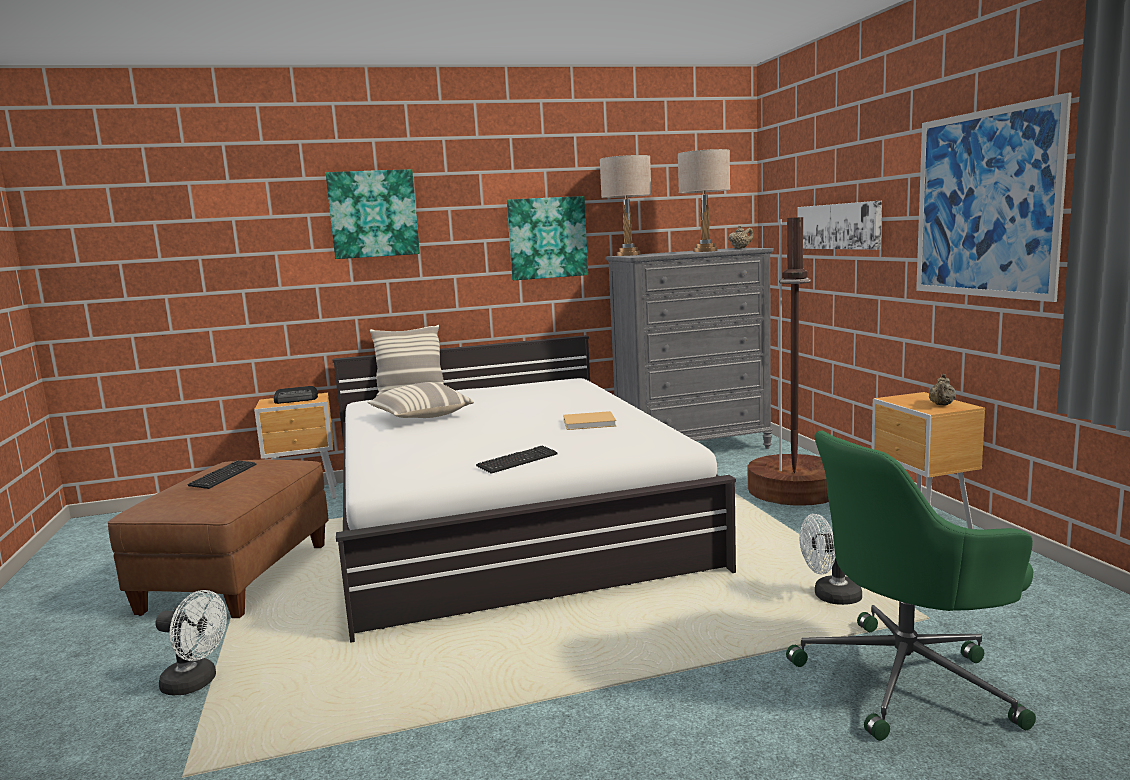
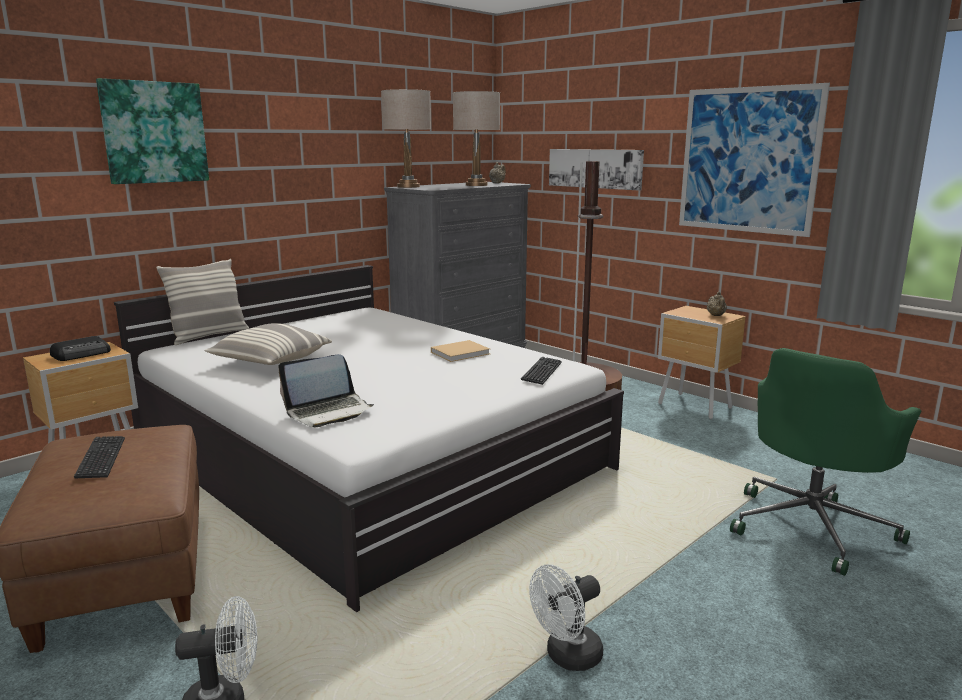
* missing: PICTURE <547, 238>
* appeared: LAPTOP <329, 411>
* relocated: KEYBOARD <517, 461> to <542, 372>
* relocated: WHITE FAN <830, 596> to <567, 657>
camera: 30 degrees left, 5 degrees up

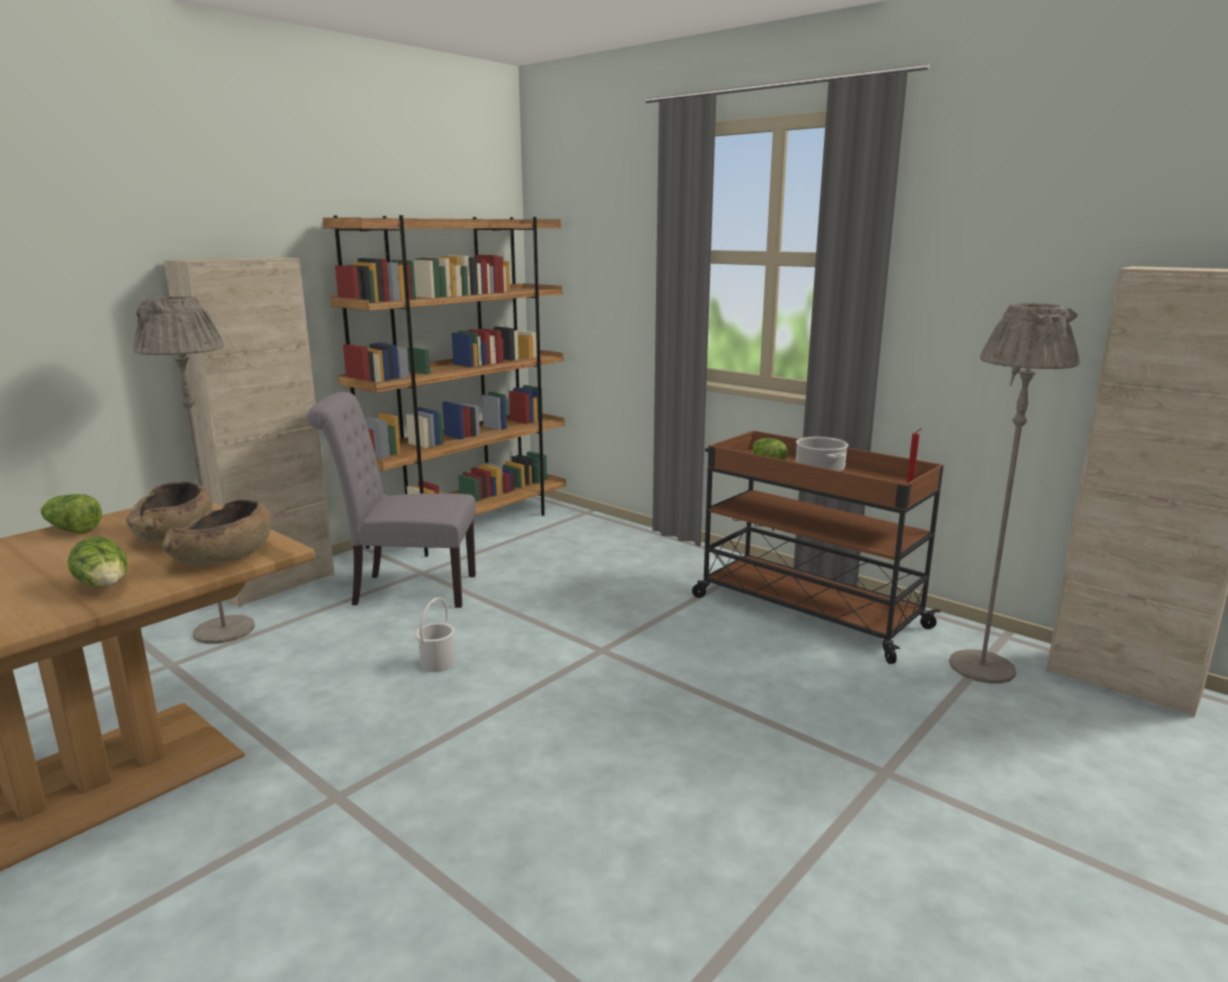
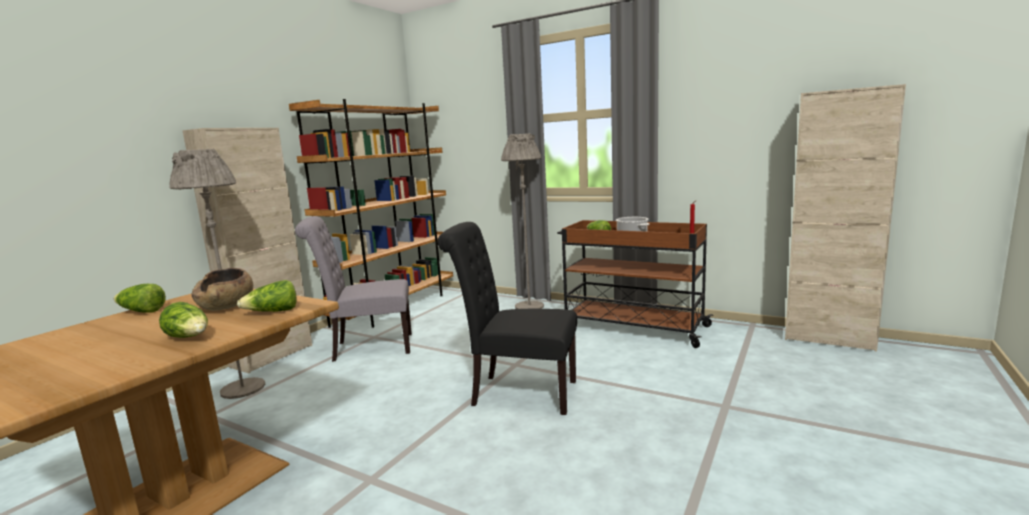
* missing: WHITE BUCKET <436, 664>
* appeared: BLACK CHAIR <517, 393>
* relocated: GREY FLOOR LAMP <981, 667> to <529, 306>
* exchanged: BROWN BOWL <223, 557> to LETTUCE <273, 312>
camera: 10 degrees left, 5 degrees down

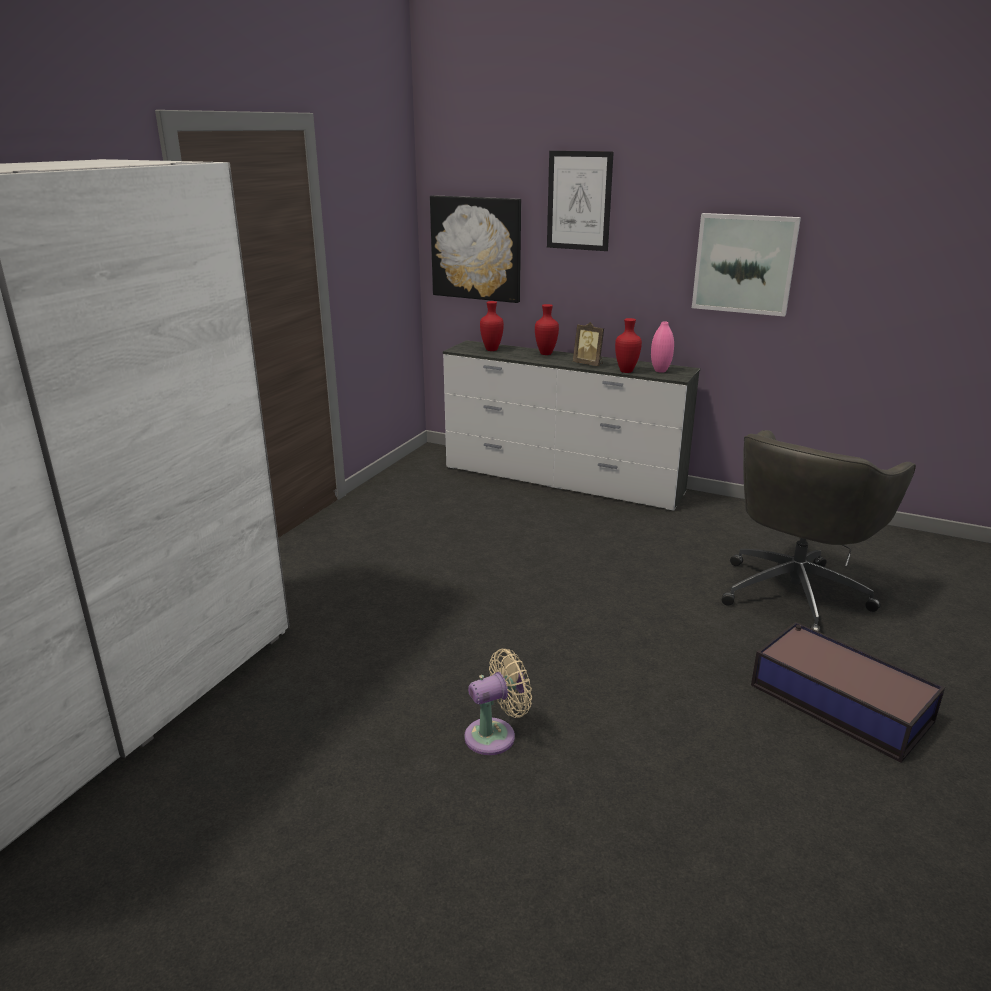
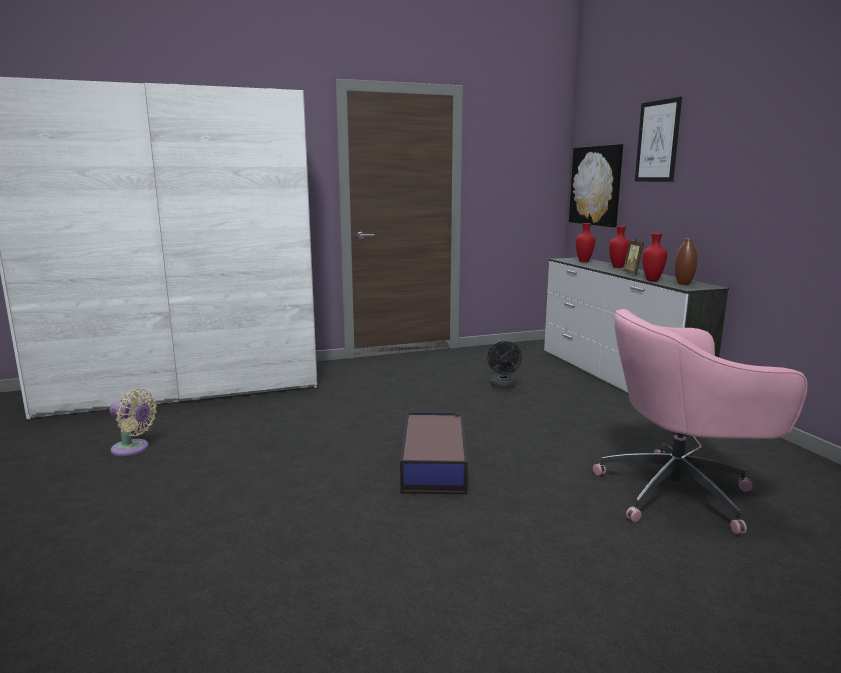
* missing: PICTURE <744, 264>
* appeared: BLACK FAN <503, 386>
* relocated: BEIGE FAN <495, 735> to <133, 449>
* relocated: STORAGE BOX <838, 701> to <434, 463>
* colour: PINK VASE <660, 371> to BROWN VASE <683, 284>
* colour: GREY OFFICE CHAIR <795, 592> to PINK OFFICE CHAIR <679, 493>
camera: 45 degrees right, 10 degrees down

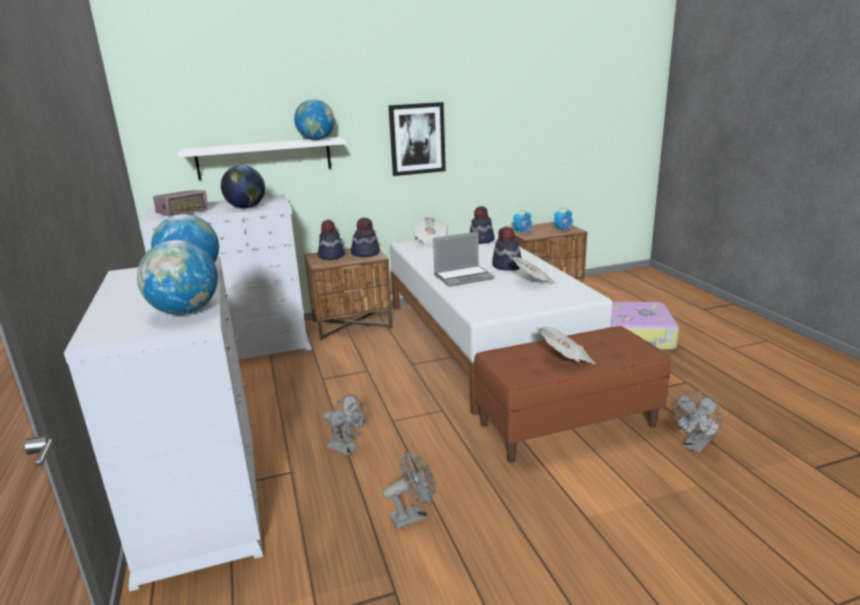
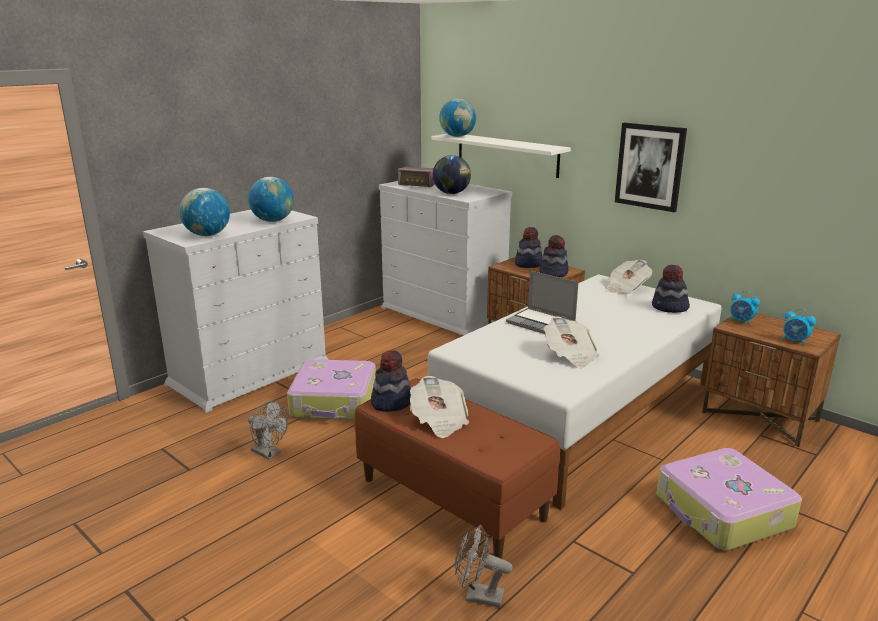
* relocated: GLOBE <316, 140> to <457, 136>
* relocated: HAT <506, 266> to <391, 402>
* exchanged: GREY FAN <347, 449> to SUITCASE <334, 402>
camera: 60 degrees right, 0 degrees up

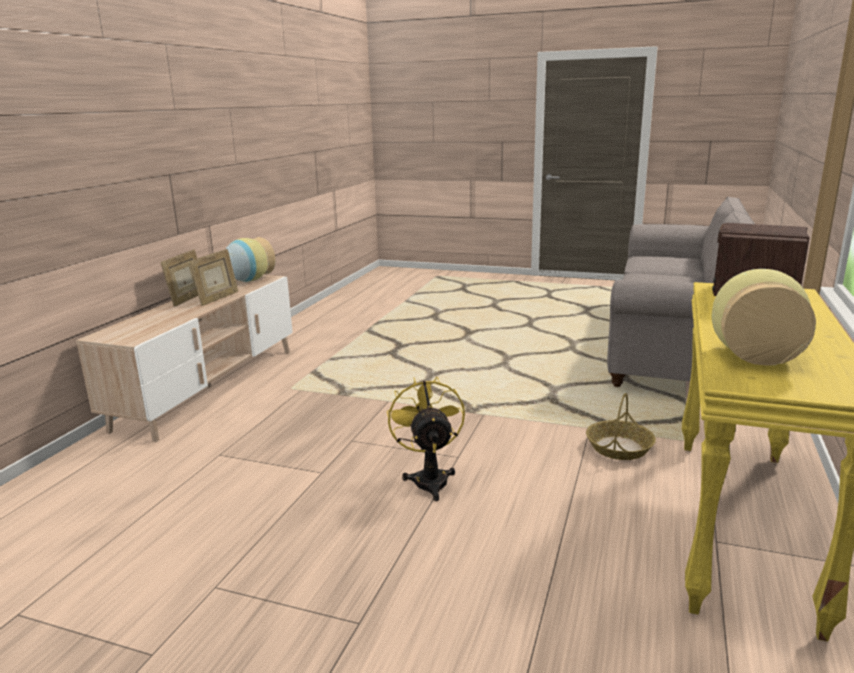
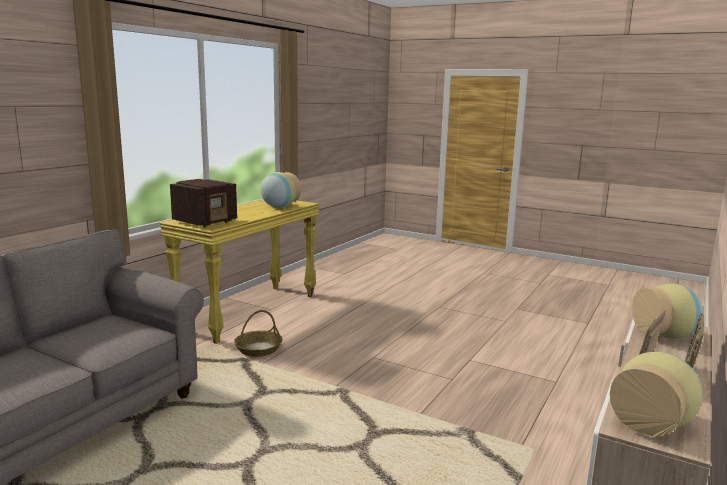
* missing: YELLOW FAN <429, 478>
* appeared: VASE <666, 336>
camera: 170 degrees left, 5 degrees down

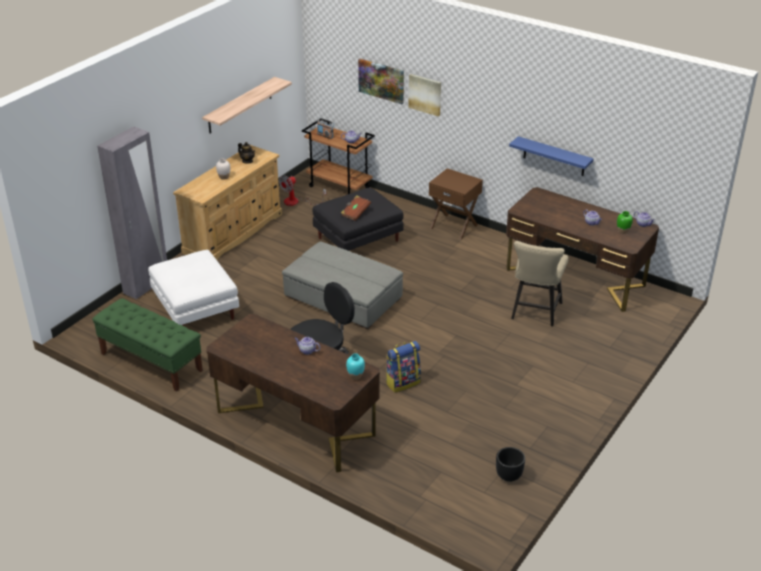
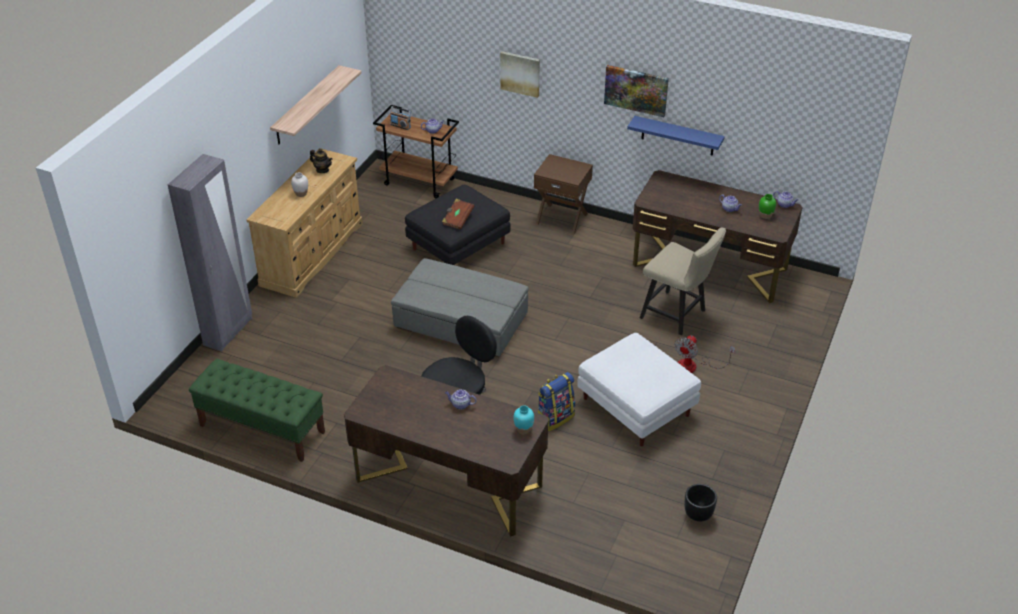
* relocated: WHITE OTTOMAN <196, 309> to <637, 407>
* relocated: FAN <297, 202> to <694, 366>
* relocated: PICTURE <381, 80> to <636, 90>
* spun: BEIGE CHAIR <535, 313> = <677, 315> 60 degrees counterclockwise
camera: 10 degrees left, 5 degrees up

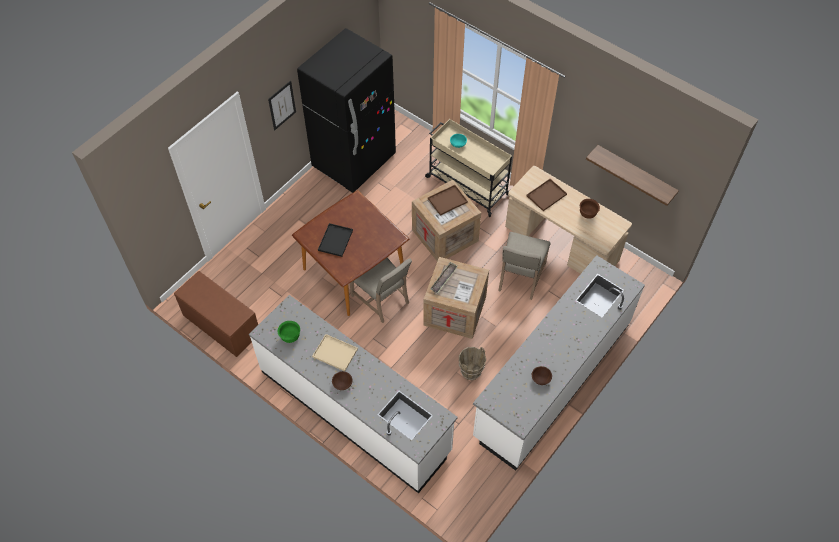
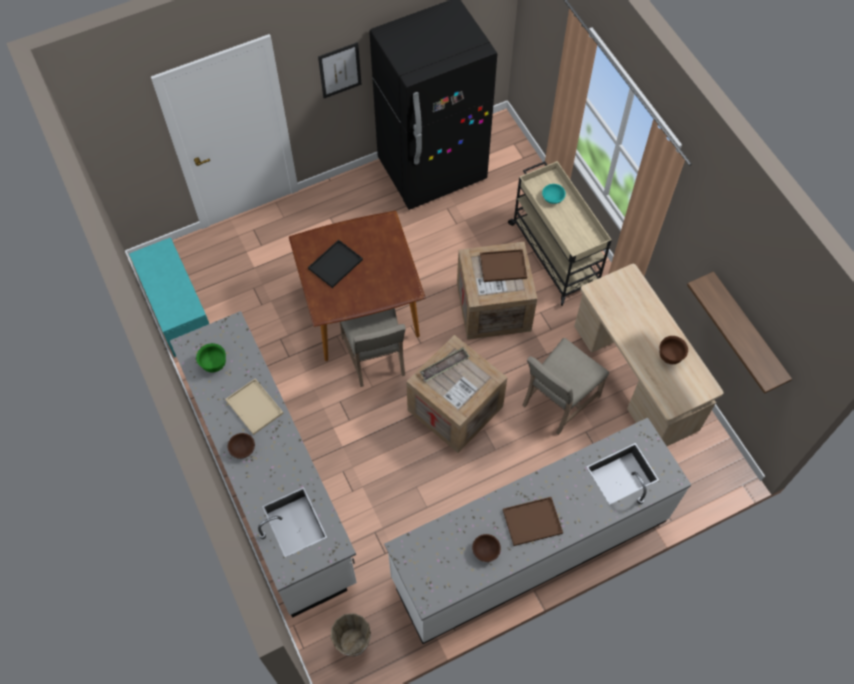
* relocated: BROWN BUCKET <470, 372> to <353, 642>
* relocated: BROWN TRAY <546, 196> to <531, 522>
* colour: BROWN BENCH <220, 324> to TURQUOISE BENCH <177, 310>
camera: 25 degrees right, 5 degrees up

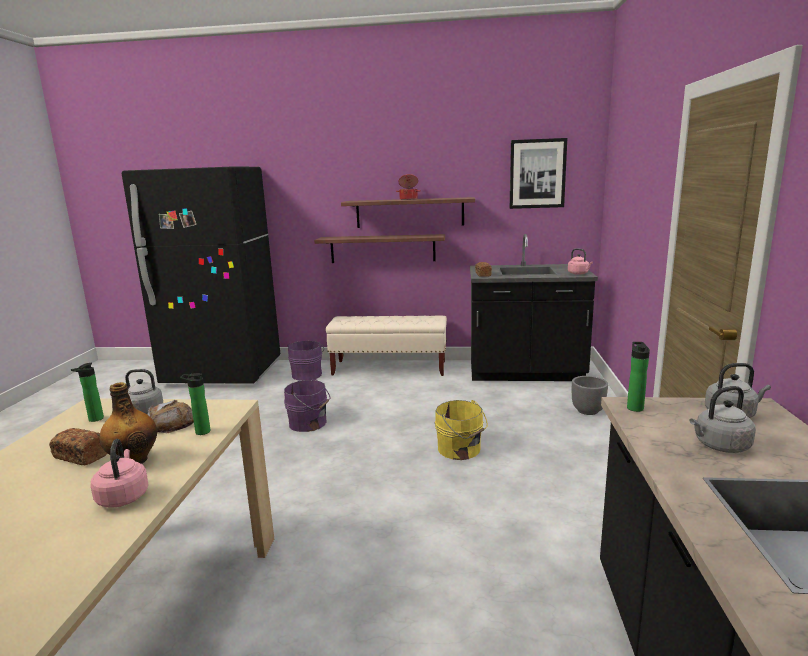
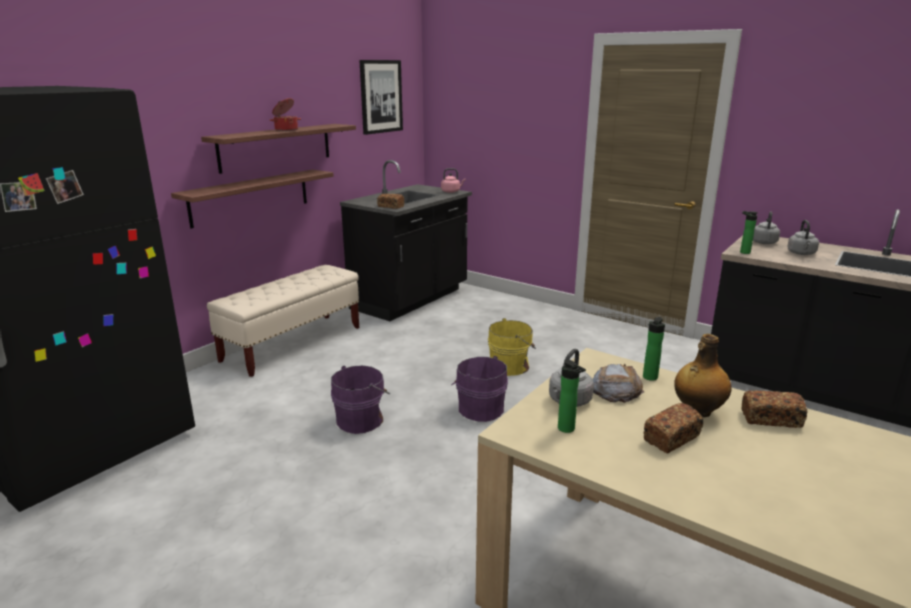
* missing: GREY PLANTER <587, 411>
* relocated: PURPLE BUCKET <307, 374> to <479, 408>
* exchanged: PINK KETTLE <123, 496> to BREAD <771, 419>
camera: 60 degrees left, 5 degrees up

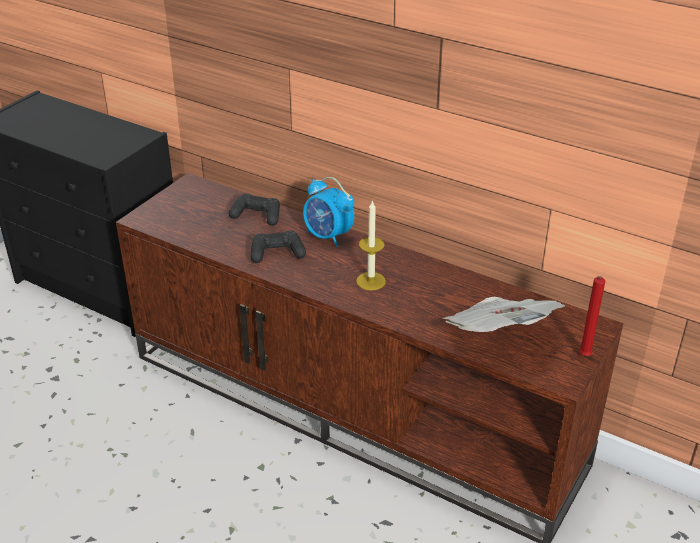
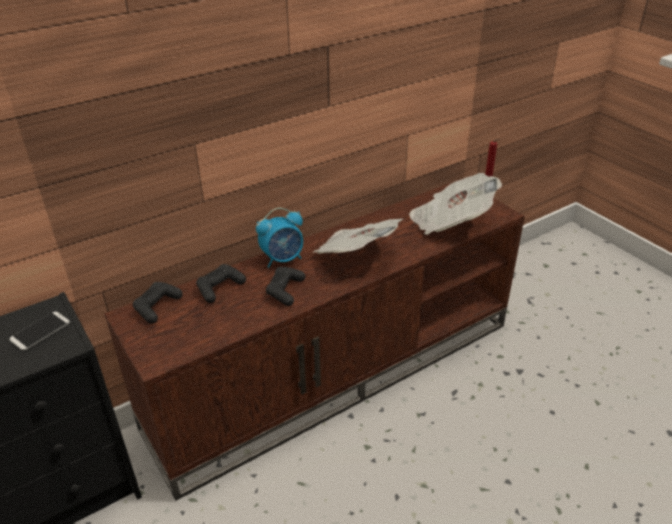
* appeared: PHONE <40, 331>
* appeared: BLACK GAME CONTROLLER <157, 307>
* exchanged: CANDLE <371, 281> to NEWSPAPER <356, 255>
camera: 65 degrees left, 0 degrees up

